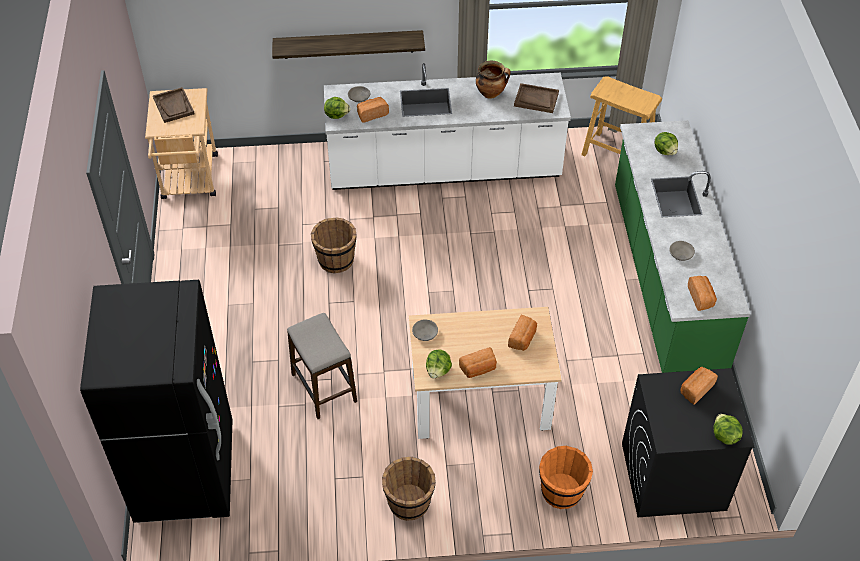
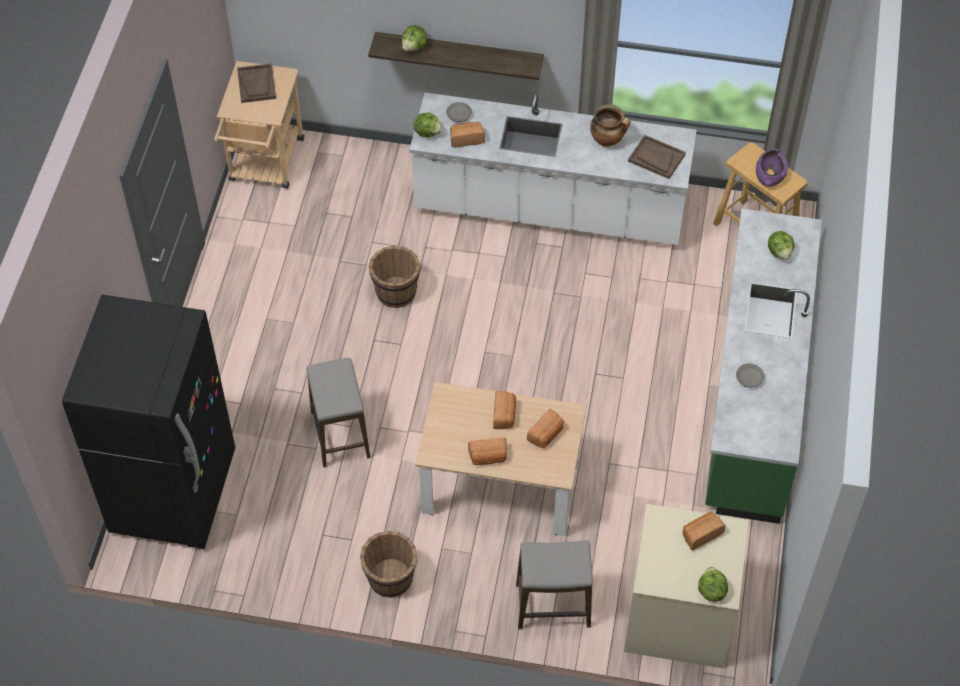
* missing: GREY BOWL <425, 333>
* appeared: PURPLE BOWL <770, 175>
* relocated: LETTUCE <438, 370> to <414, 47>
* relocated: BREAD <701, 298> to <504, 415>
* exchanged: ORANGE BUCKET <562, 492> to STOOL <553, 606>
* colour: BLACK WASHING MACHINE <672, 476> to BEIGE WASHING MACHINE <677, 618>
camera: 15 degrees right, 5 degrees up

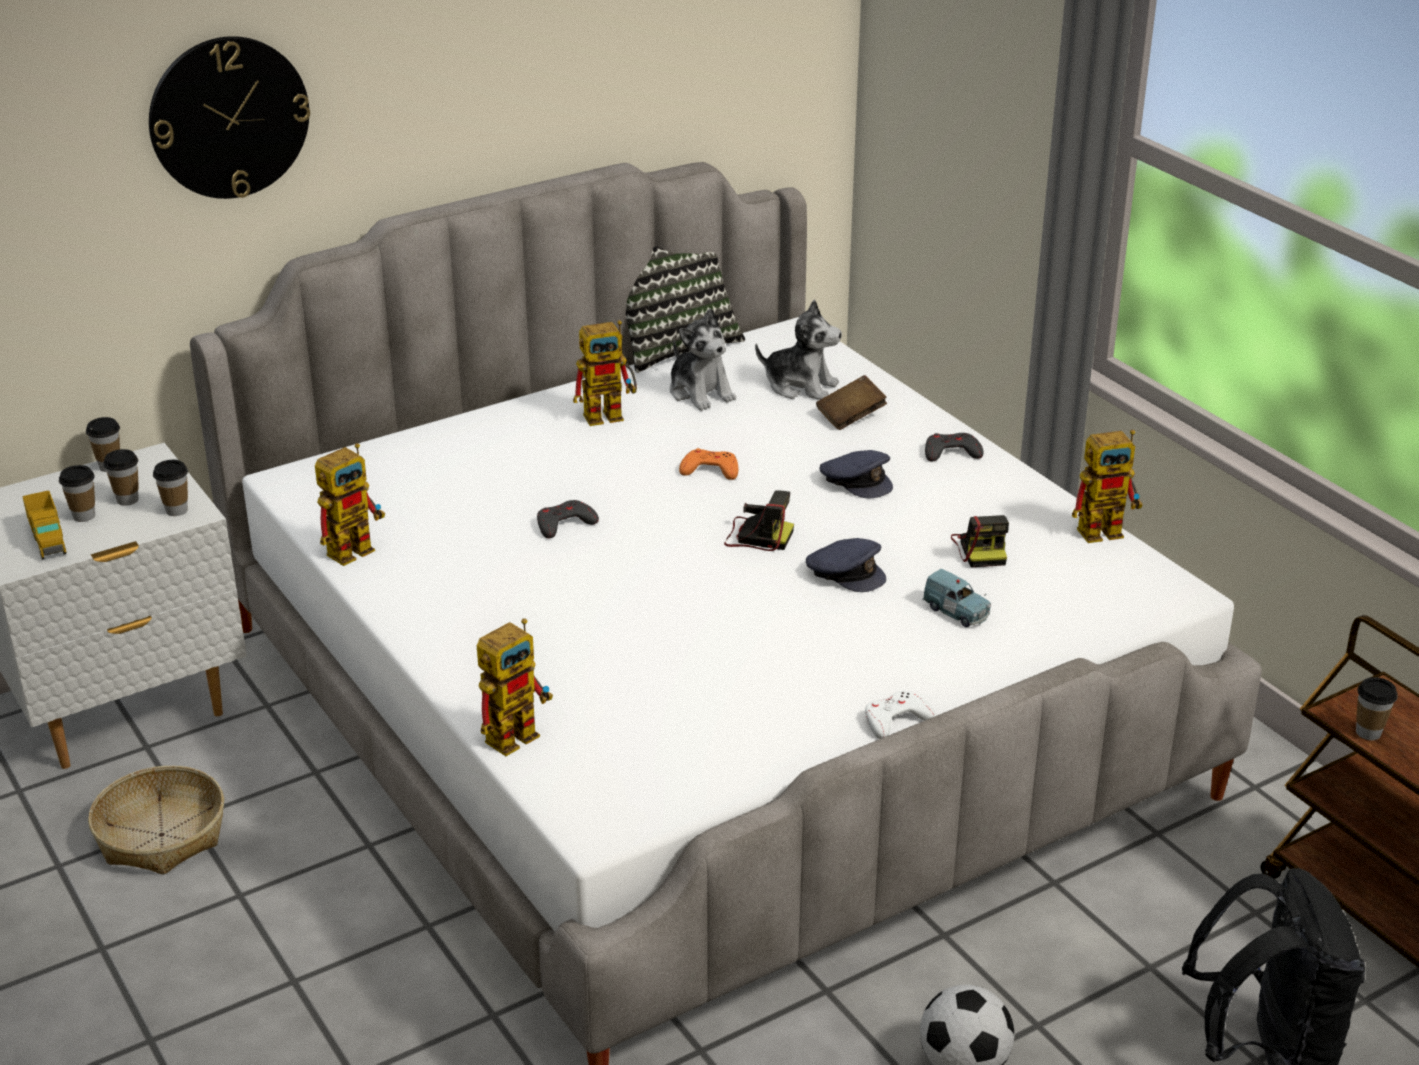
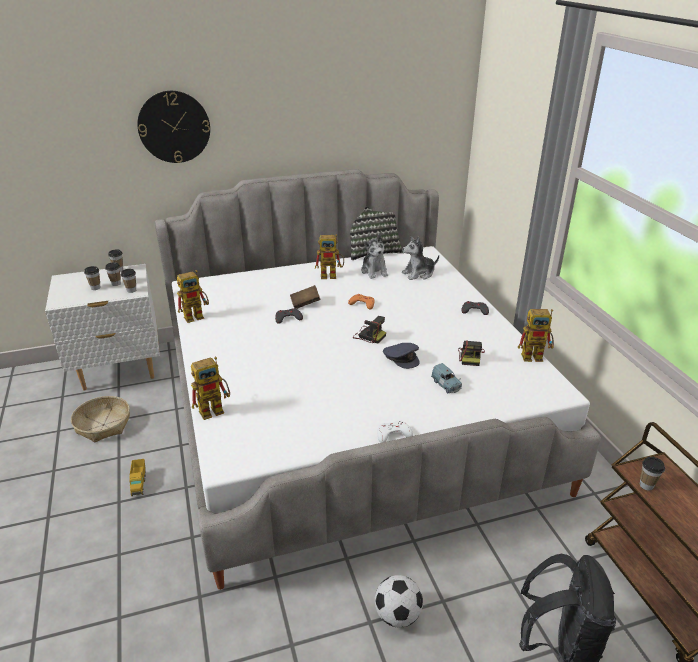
* missing: GREY CAP <857, 481>
* relocated: TOY TRUCK <48, 540> to <139, 483>
* relocated: BROWN BOOK <851, 417> to <305, 303>
* spun: PLUSH TOY <800, 386> = <419, 274> 120 degrees clockwise
camera: 15 degrees right, 0 degrees up

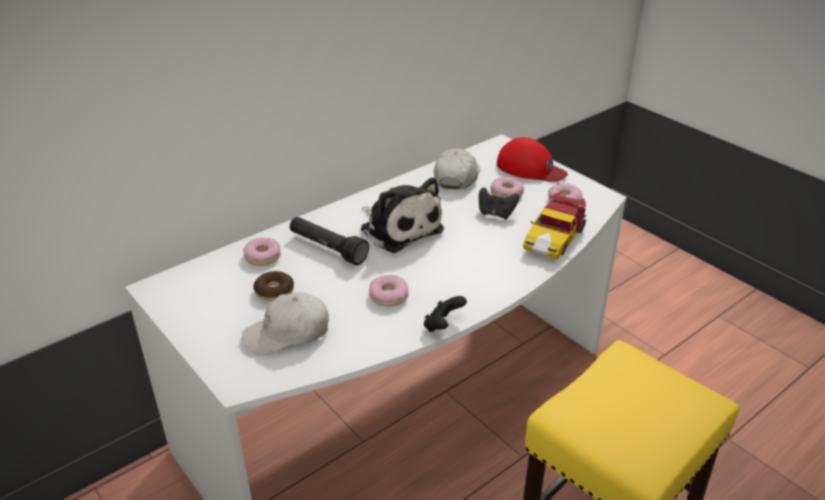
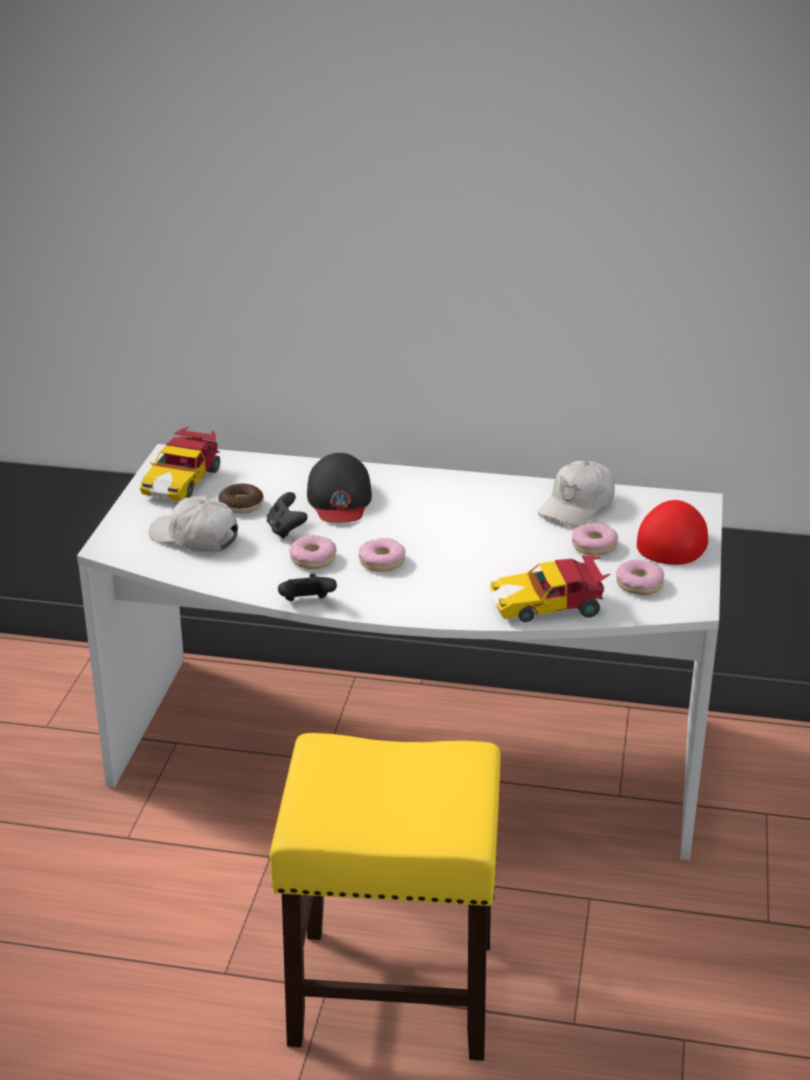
* missing: PLUSH TOY <399, 228>
* appeared: TOY CAR <182, 481>
* relocated: DONUT <262, 256> to <381, 561>
* relocated: BLACK GAME CONTROLLER <496, 214> to <286, 530>
* exchanged: BLACK FLASHLIGHT <327, 248> to BLACK CAP <339, 499>
* spun: WHITE CAP <456, 177> = <577, 506> 150 degrees clockwise
* spun: RED CAP <530, 168> = <674, 539> 150 degrees counterclockwise
camera: 50 degrees right, 5 degrees down

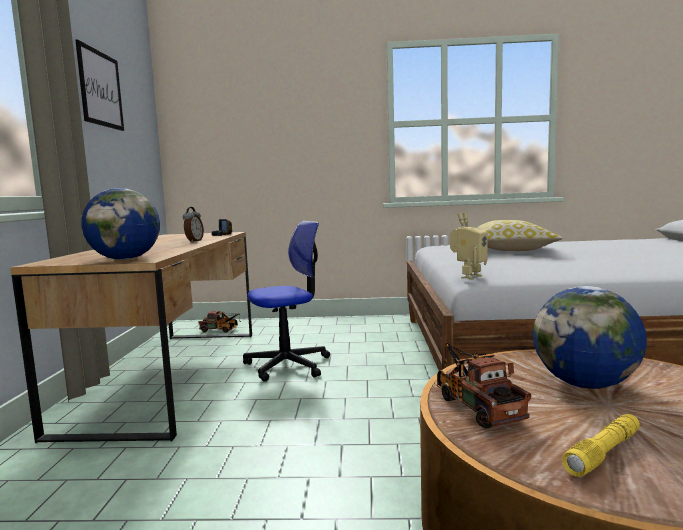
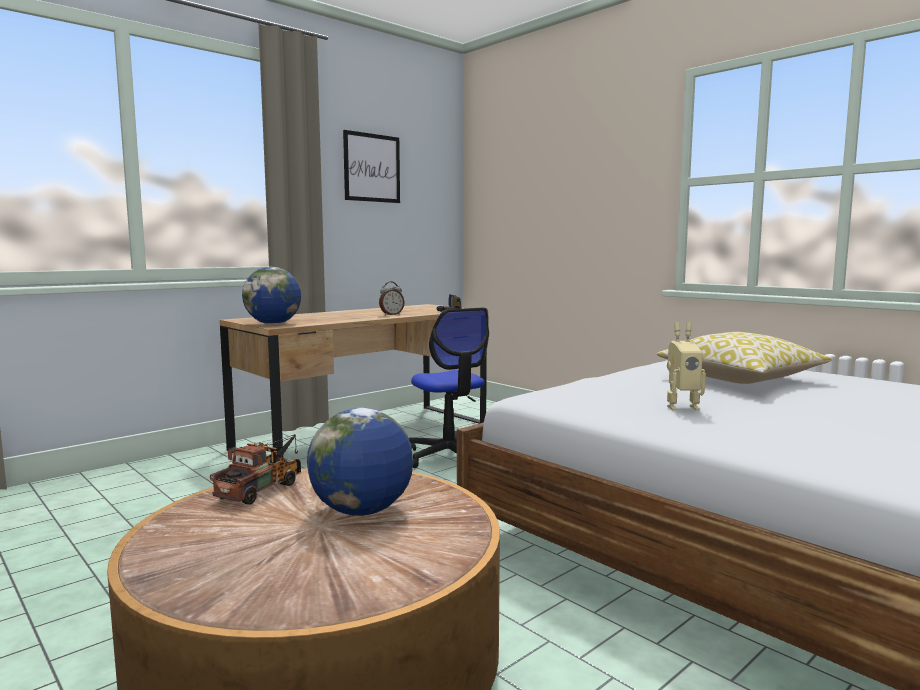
* missing: TOY TRUCK <221, 330>
* missing: YELLOW FLASHLIGHT <603, 453>
* relocated: TOY ROBOT <468, 276> to <681, 407>
* spun: OFFICE CHAIR <288, 365> = <450, 457> 45 degrees clockwise
camera: 45 degrees right, 0 degrees up

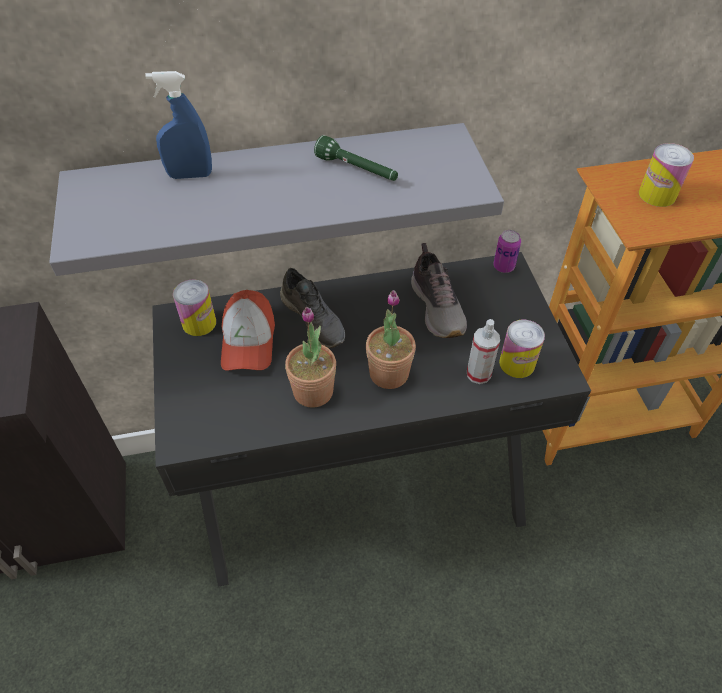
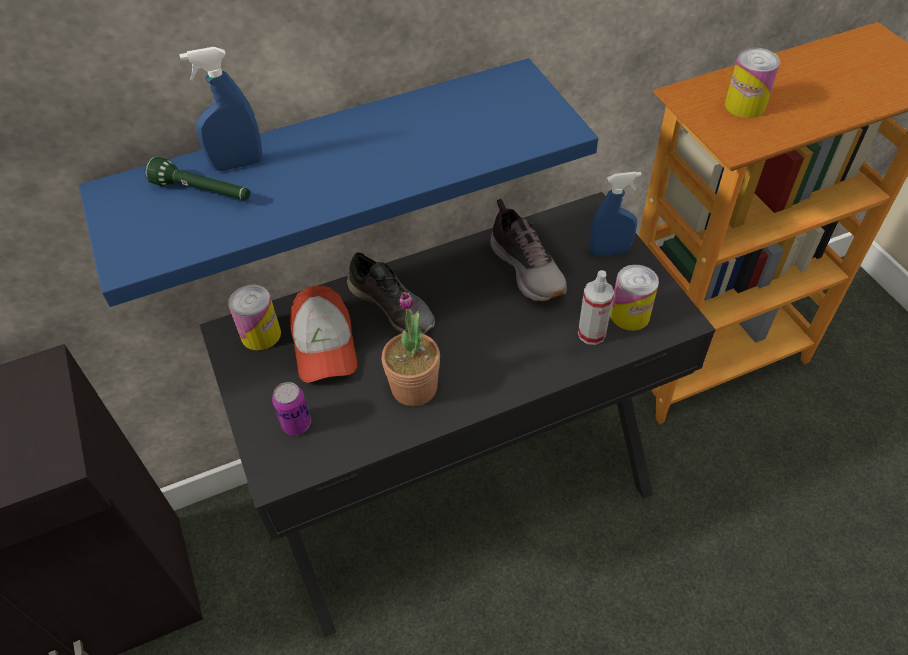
* missing: POTTED PLANT <389, 373>
* appeared: BLUE SPRAY BOTTLE <609, 251>
* relocated: GREEN FLASHLIGHT <357, 170> to <203, 192>
* relocated: CAN <503, 266> to <296, 424>
* colour: GREY SHELF <274, 187> to BLUE SHELF <327, 163>
camera: 10 degrees left, 0 degrees up

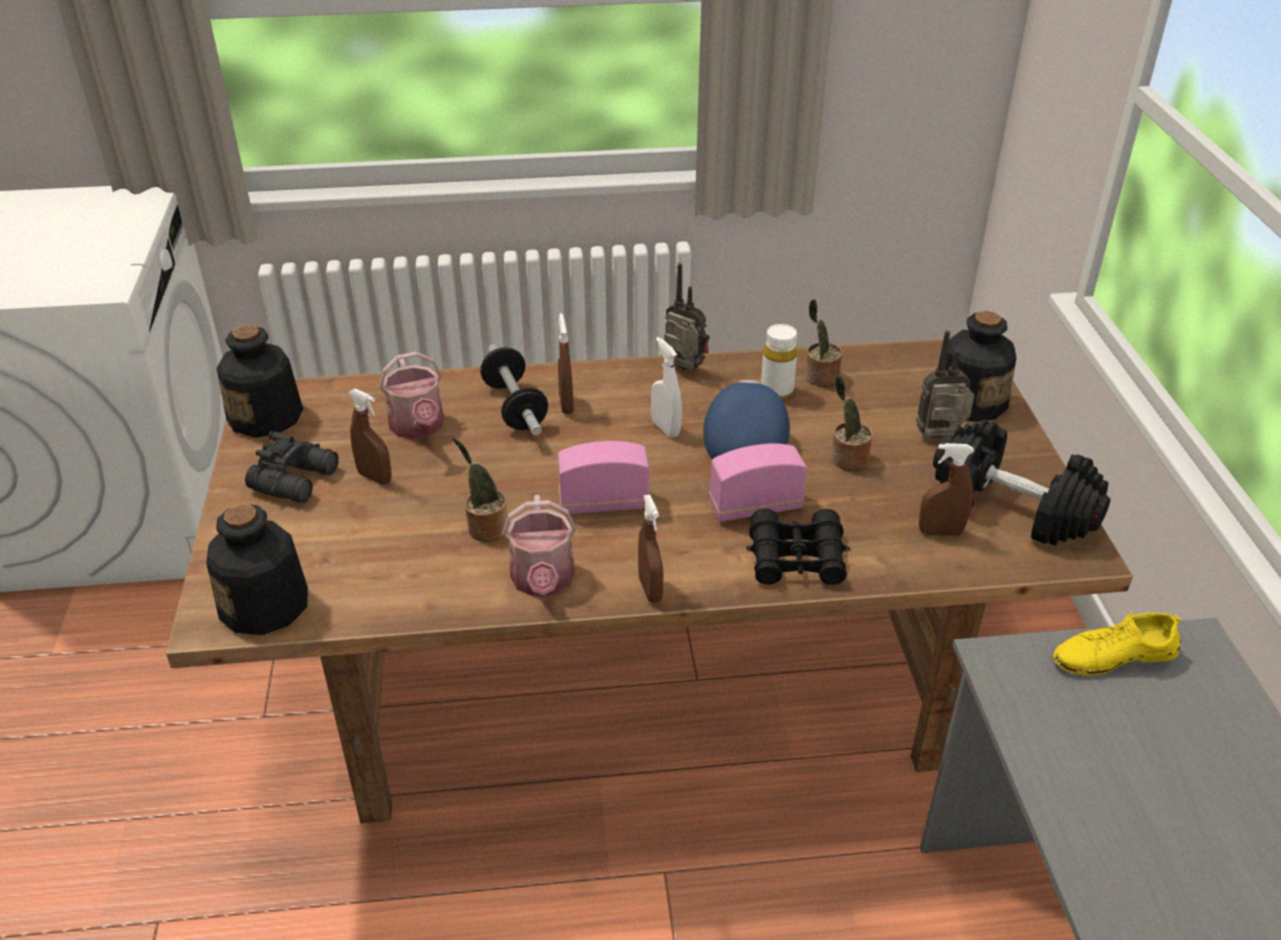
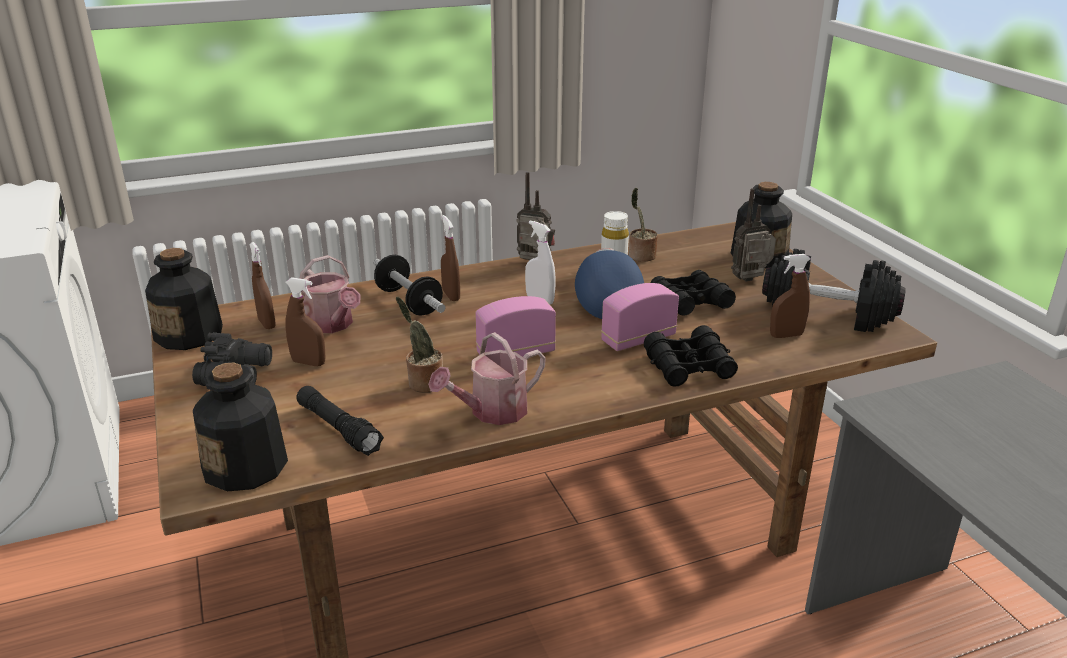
* missing: YELLOW SHOE <1113, 656>
* appeared: BLACK FLASHLIGHT <338, 429>
* relocated: BROWN SPRAY BOTTLE <650, 589> to <267, 323>
* exchanged: POTTED PLANT <846, 459> to BLACK BINOCULARS <690, 301>
* spun: WATERING CAN <543, 581> = <492, 412> 75 degrees clockwise
camera: 15 degrees left, 10 degrees down

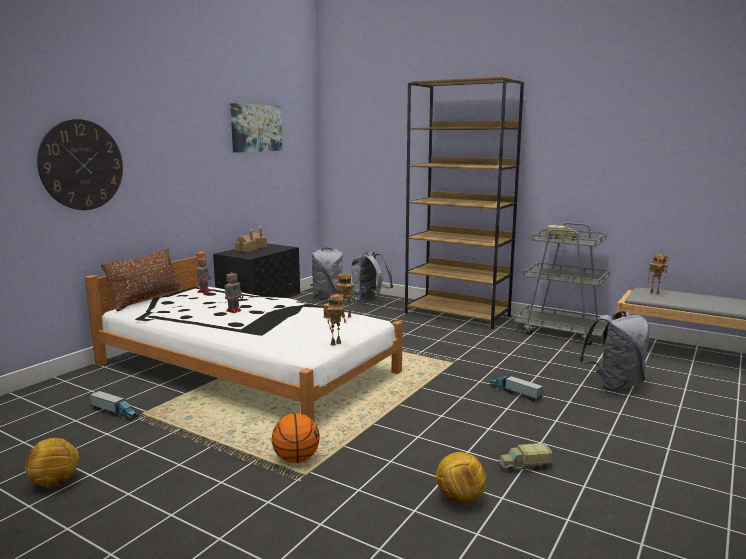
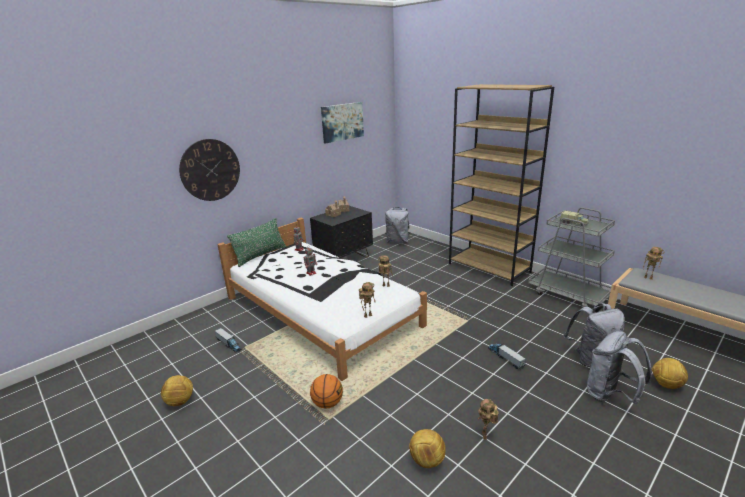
* appeared: FOOTBALL <666, 385>
* relocated: GREY BACKPACK <369, 301> to <610, 395>
* exchanged: TOY TRUCK <524, 466> to TOY ROBOT <485, 436>
* colour: BROWN PILLOW <147, 299> to GREEN PILLOW <260, 255>
camera: 15 degrees right, 10 degrees up

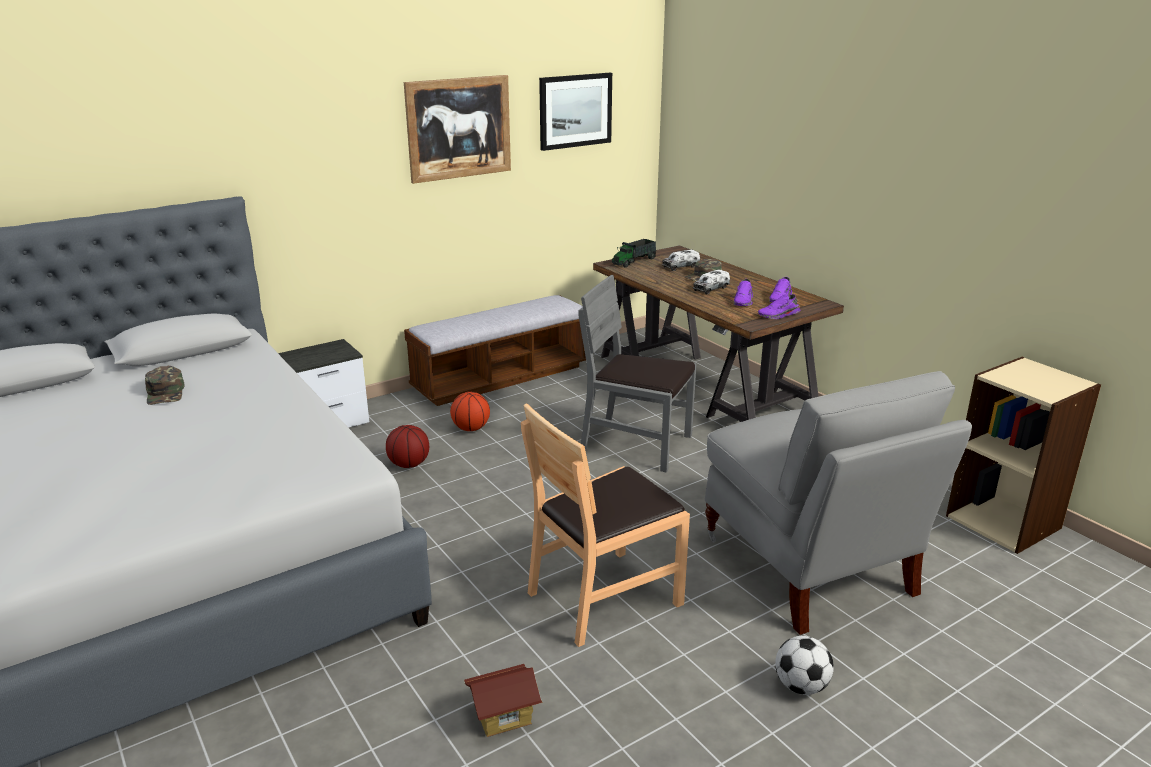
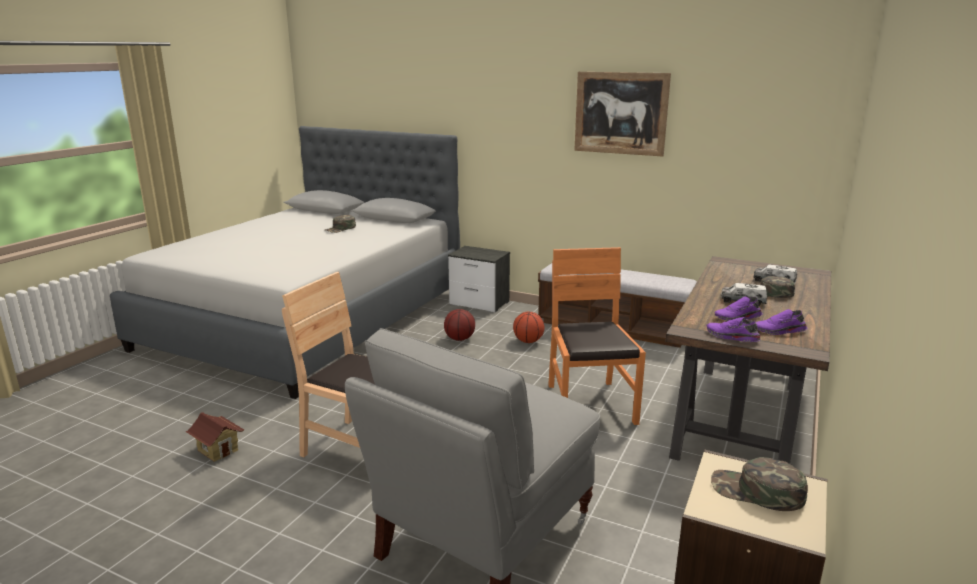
* missing: PICTURE <575, 111>
* missing: TOY TRUCK <634, 261>
* missing: FOOTBALL <800, 686>
* appeared: GREEN CAP <757, 491>
* colour: GREY CHAIR <636, 444> to ORANGE CHAIR <589, 404>
camera: 60 degrees right, 5 degrees down

